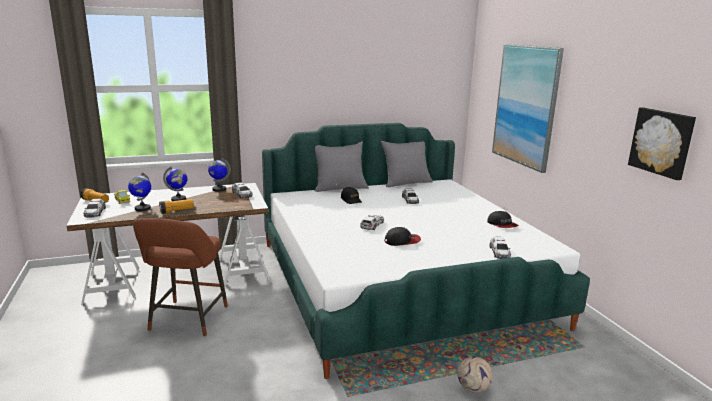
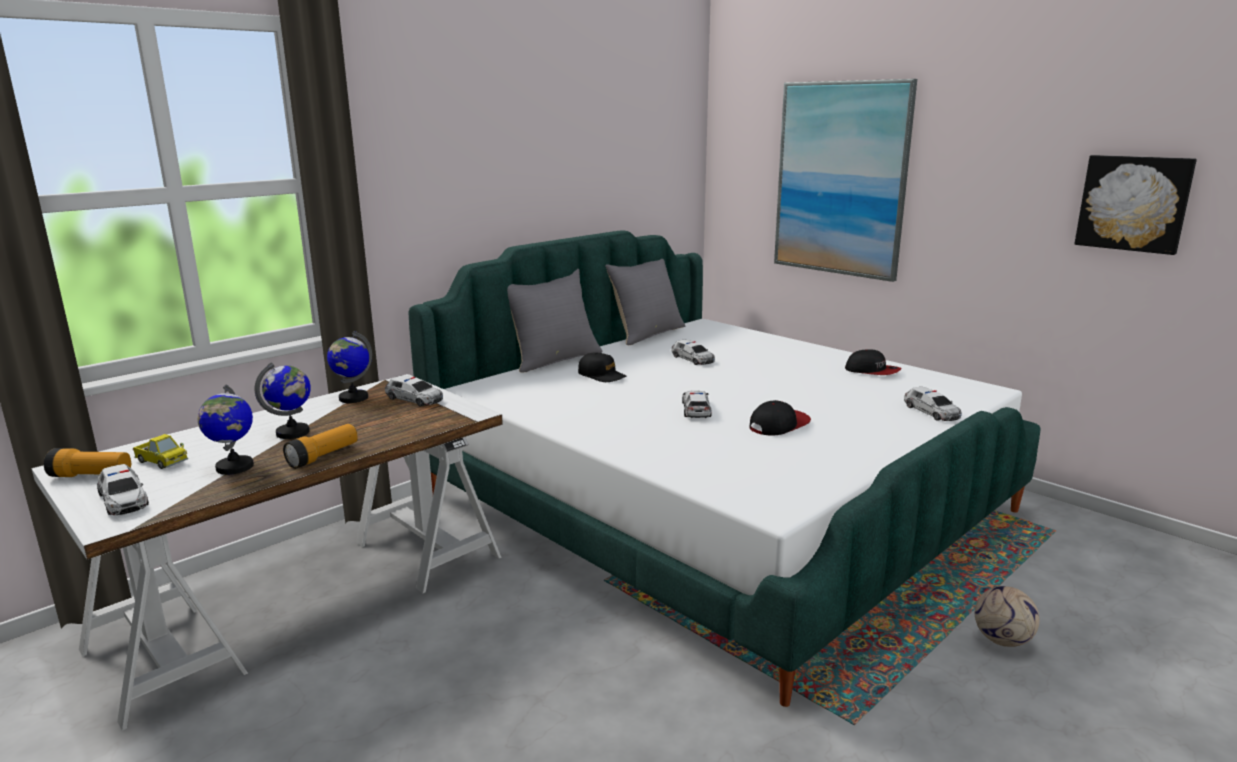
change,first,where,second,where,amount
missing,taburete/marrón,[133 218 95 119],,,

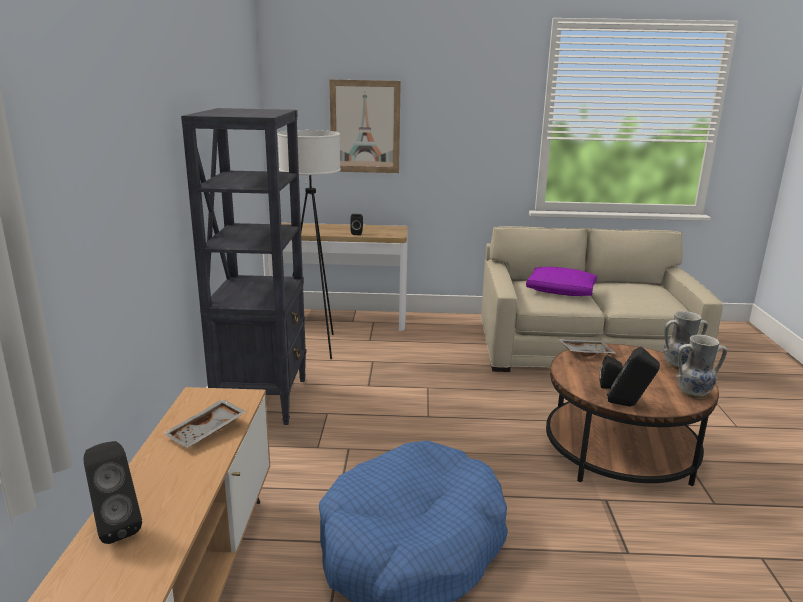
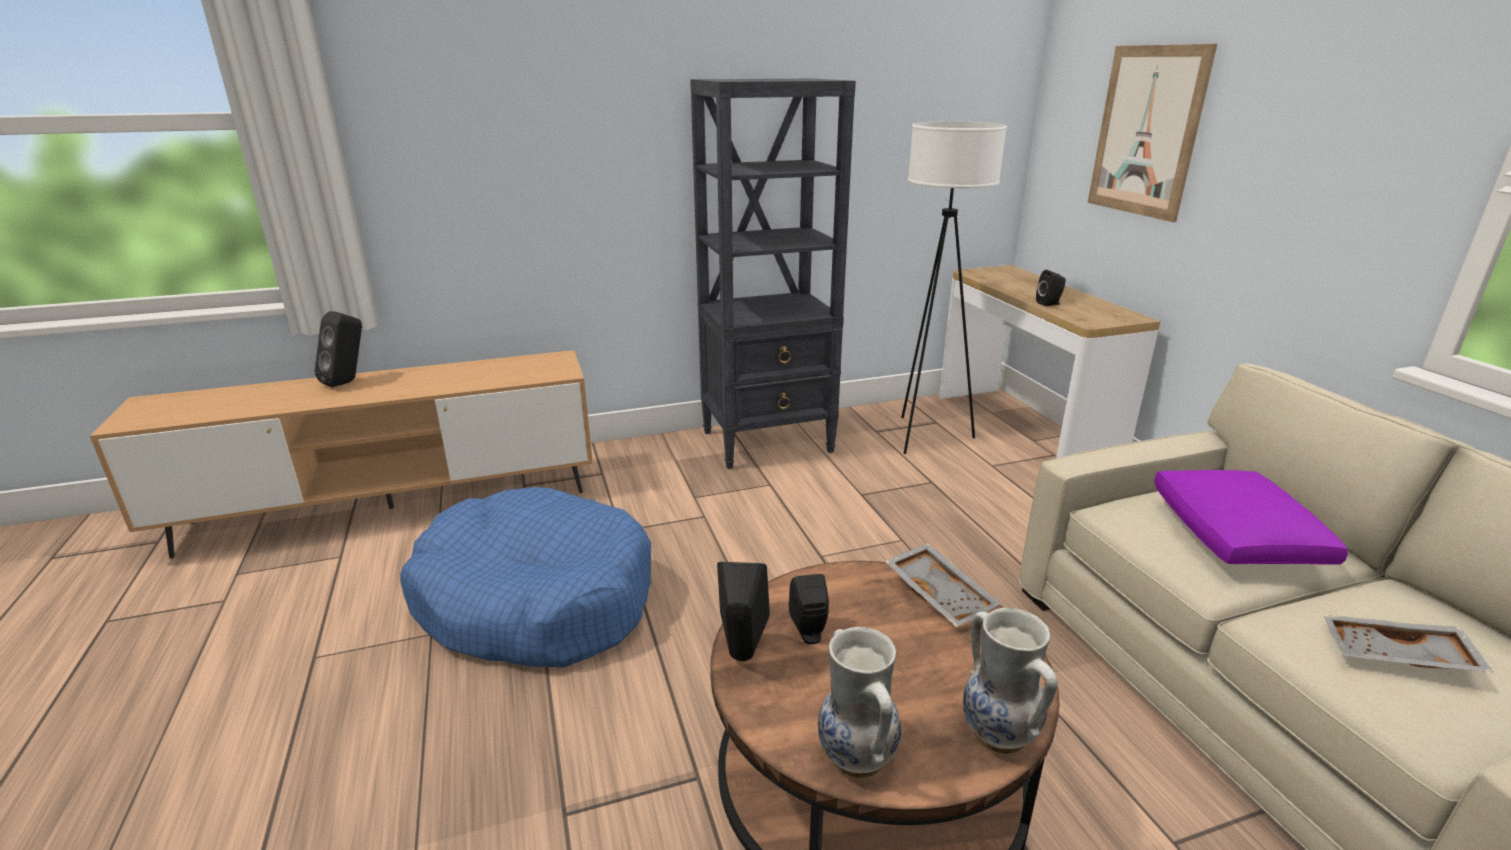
change,first,where,second,where,amount
relocated,bandeja/gris,[163 399 83 49],,[1323 615 170 57],

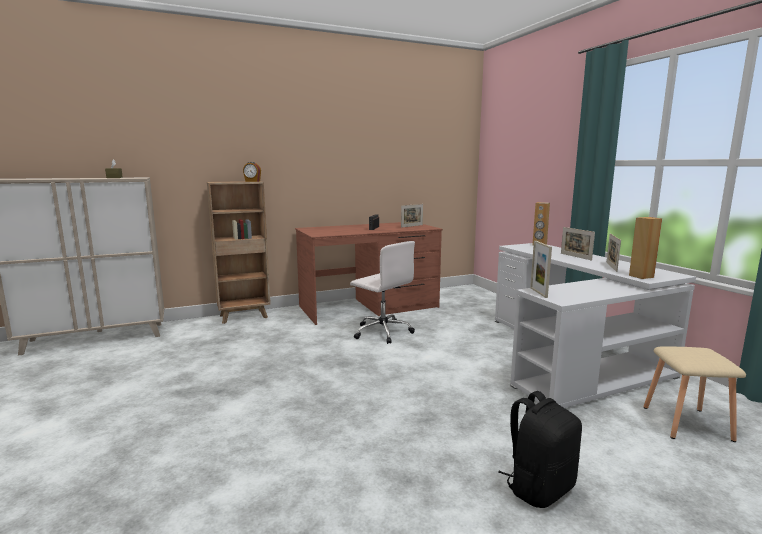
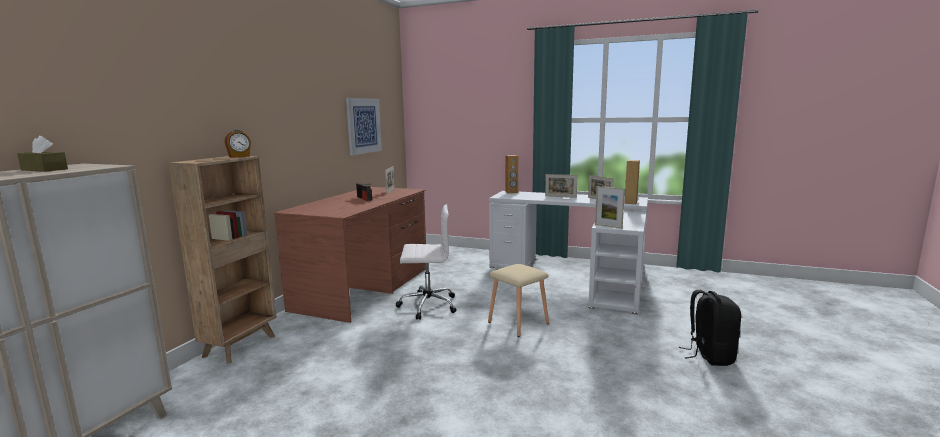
change,first,where,second,where,amount
relocated,taburete/beis,[643 346 103 96],,[488 264 61 73],
appeared,,,cuadro,[346 98 36 57],

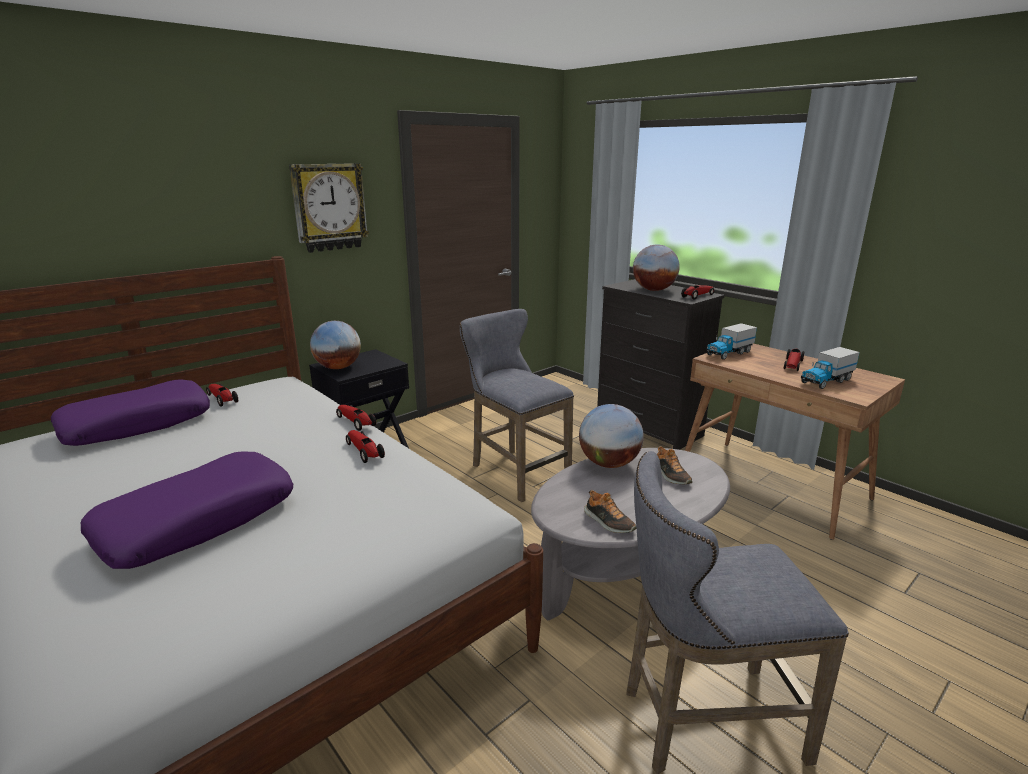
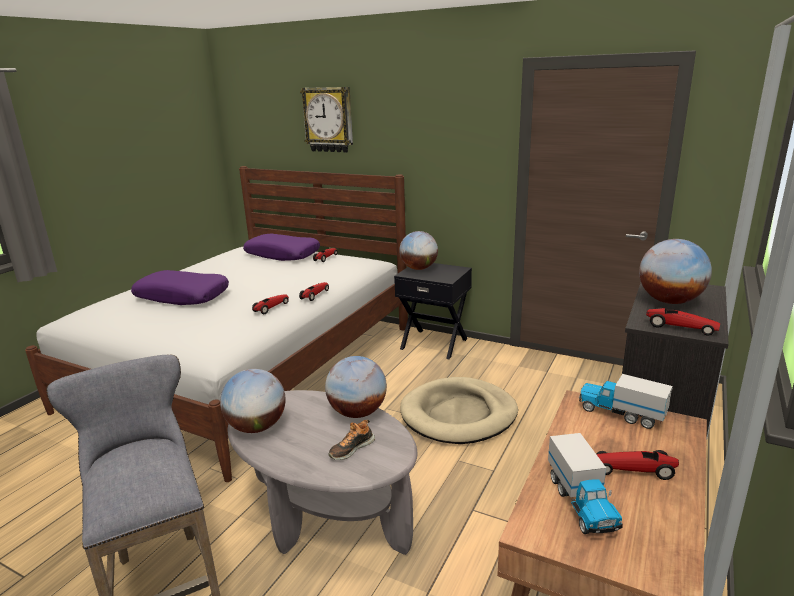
change,first,where,second,where,amount
relocated,reloj de pared,[289 163 80 90],,[300 87 53 66],
exchanged,taburete/gris,[460 309 114 193],cama para perro/beis,[400 377 118 67],
spun,camión de juguete,[801 347 59 42],,[548 433 75 101],135 degrees counterclockwise
exchanged,zapato,[584 490 53 43],globo terráqueo,[220 369 66 64],

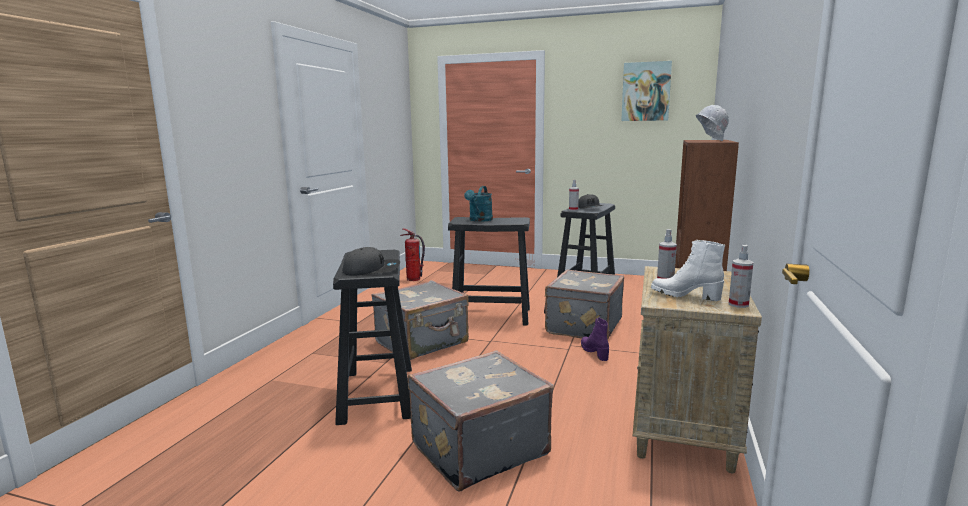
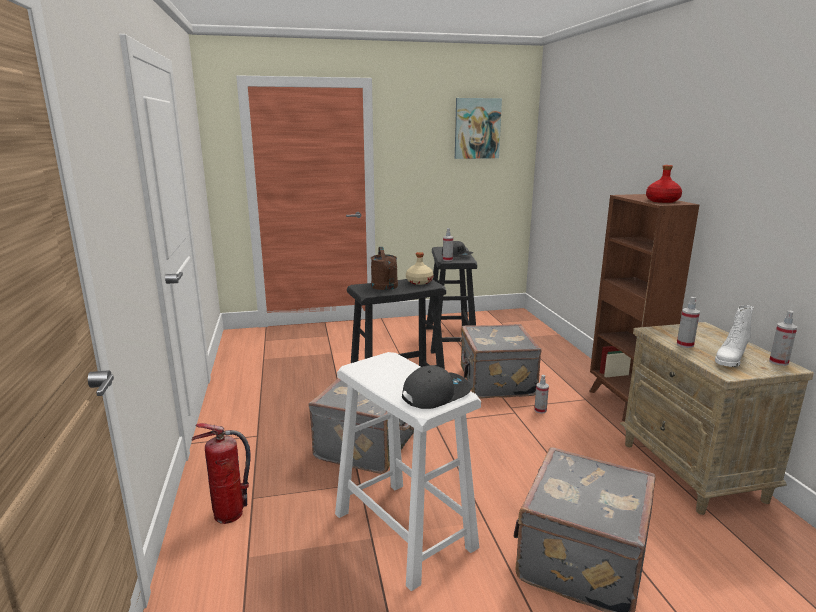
change,first,where,second,where,amount
exchanged,casco/blanco,[696 105 33 36],botella/rojo,[646 165 36 38],
colour,regadera/turquesa,[464 186 29 36],regadera/marrón,[371 247 27 43],
relocated,extintor,[400 228 25 53],,[192 423 59 101],
spun,bota/blanco,[651 240 74 61],,[715 305 39 62],45 degrees counterclockwise
colour,taburete/negro,[333 250 79 175],taburete/blanco,[335 352 146 239],
exchanged,bota/morado,[581 318 28 43],pulverizador,[534 375 15 39],
appeared,,,botella/beis,[406 252 27 33],

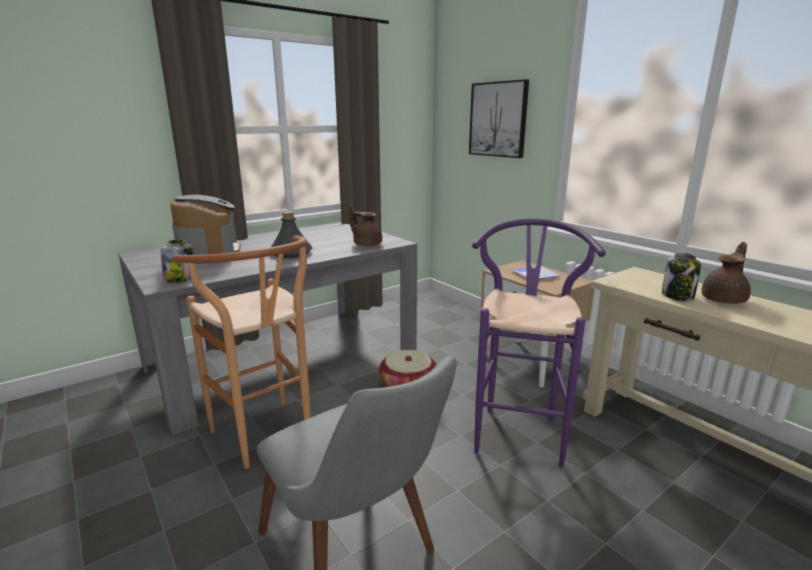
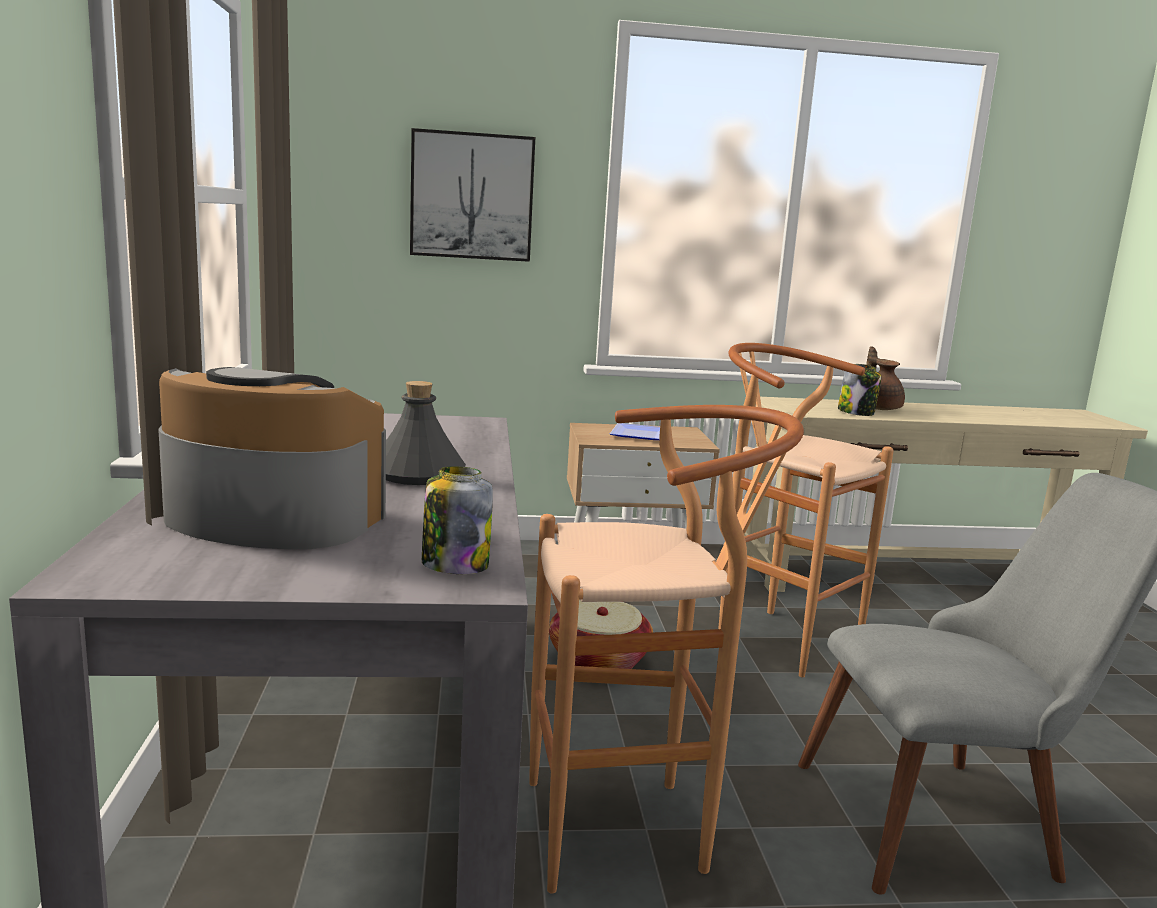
change,first,where,second,where,amount
missing,tetera/marrón,[349 204 33 43],,,
colour,taburete/morado,[472 218 134 250],taburete/marrón,[718 343 175 334],

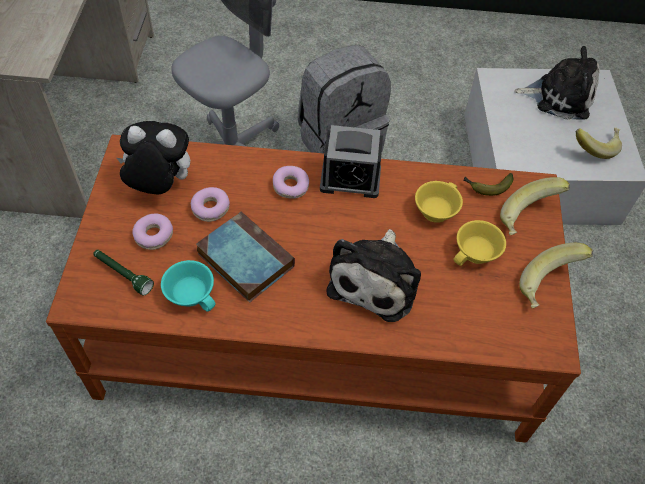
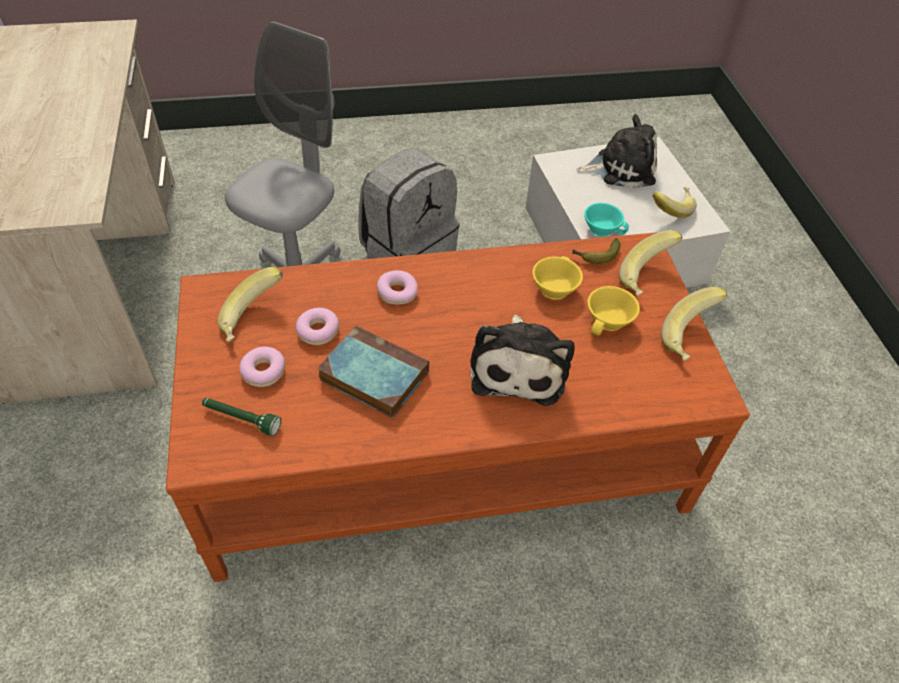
change,first,where,second,where,amount
exchanged,peluche,[117 121 73 73],plátano,[218 267 65 75],
missing,despertador,[320 125 63 73],,,
relocated,taza/turquesa,[161 260 55 51],,[584 203 45 33],

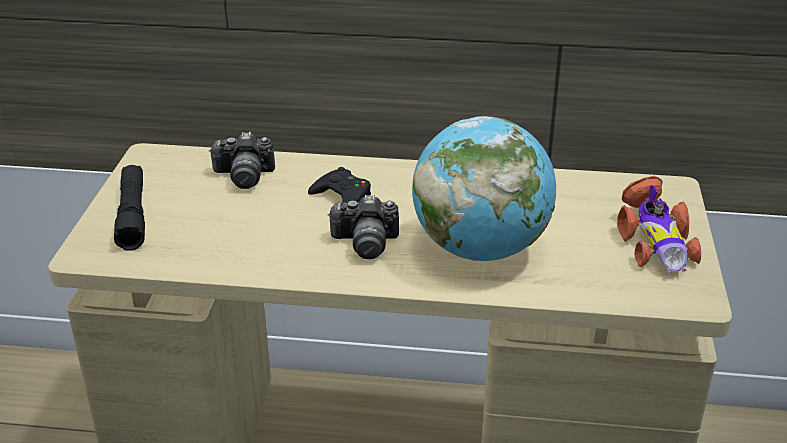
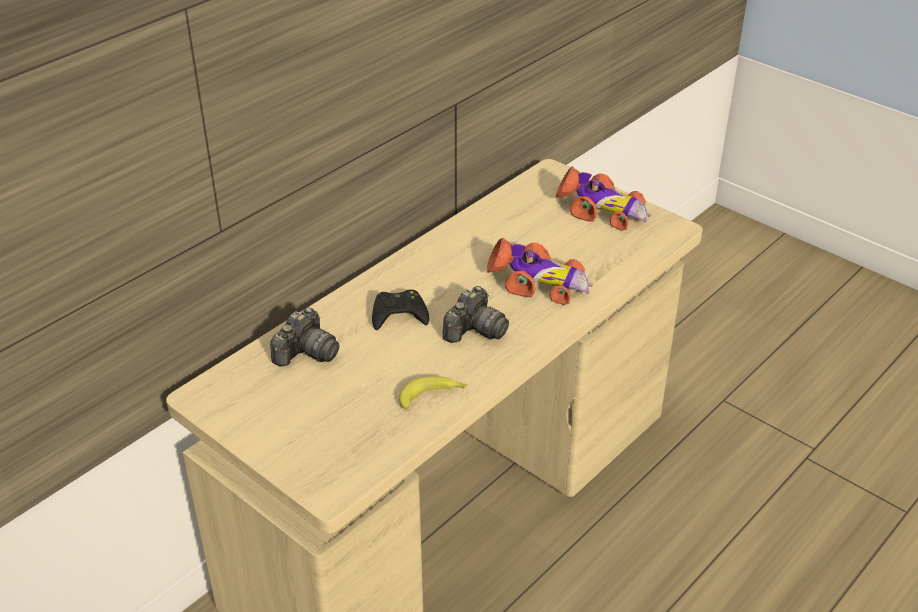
change,first,where,second,where,amount
exchanged,globo terráqueo,[412 116 144 145],coche de juguete,[487 238 106 67],
missing,linterna/negro,[114 165 31 86],,,
appeared,,,plátano,[399 376 69 33],

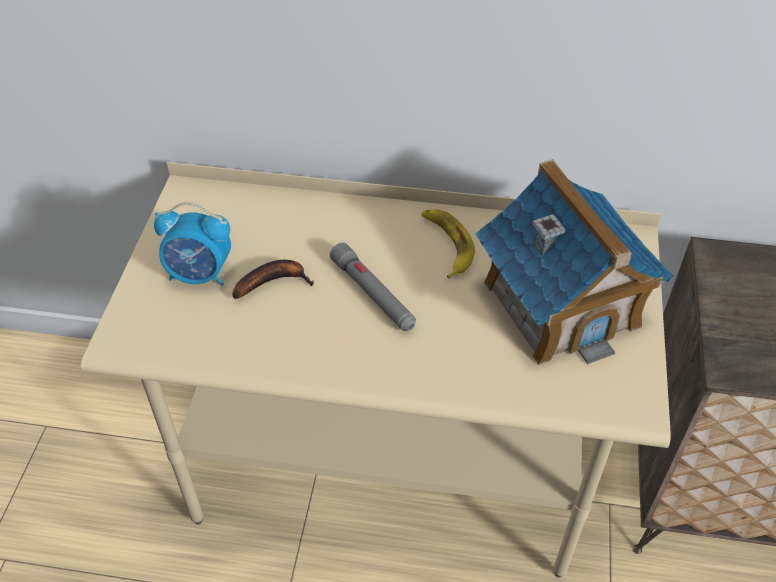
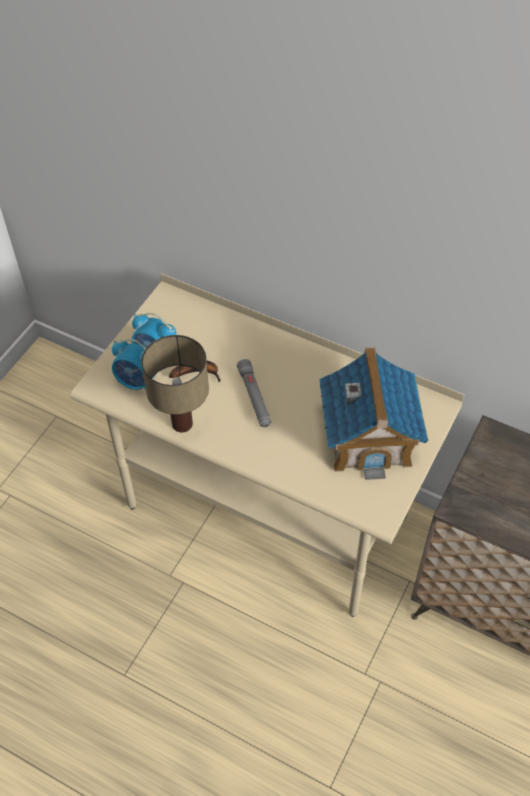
change,first,where,second,where,amount
missing,plátano,[421 209 54 69],,,
appeared,,,lámpara de mesa,[141 335 68 98],
appeared,,,despertador,[112 339 44 51],

